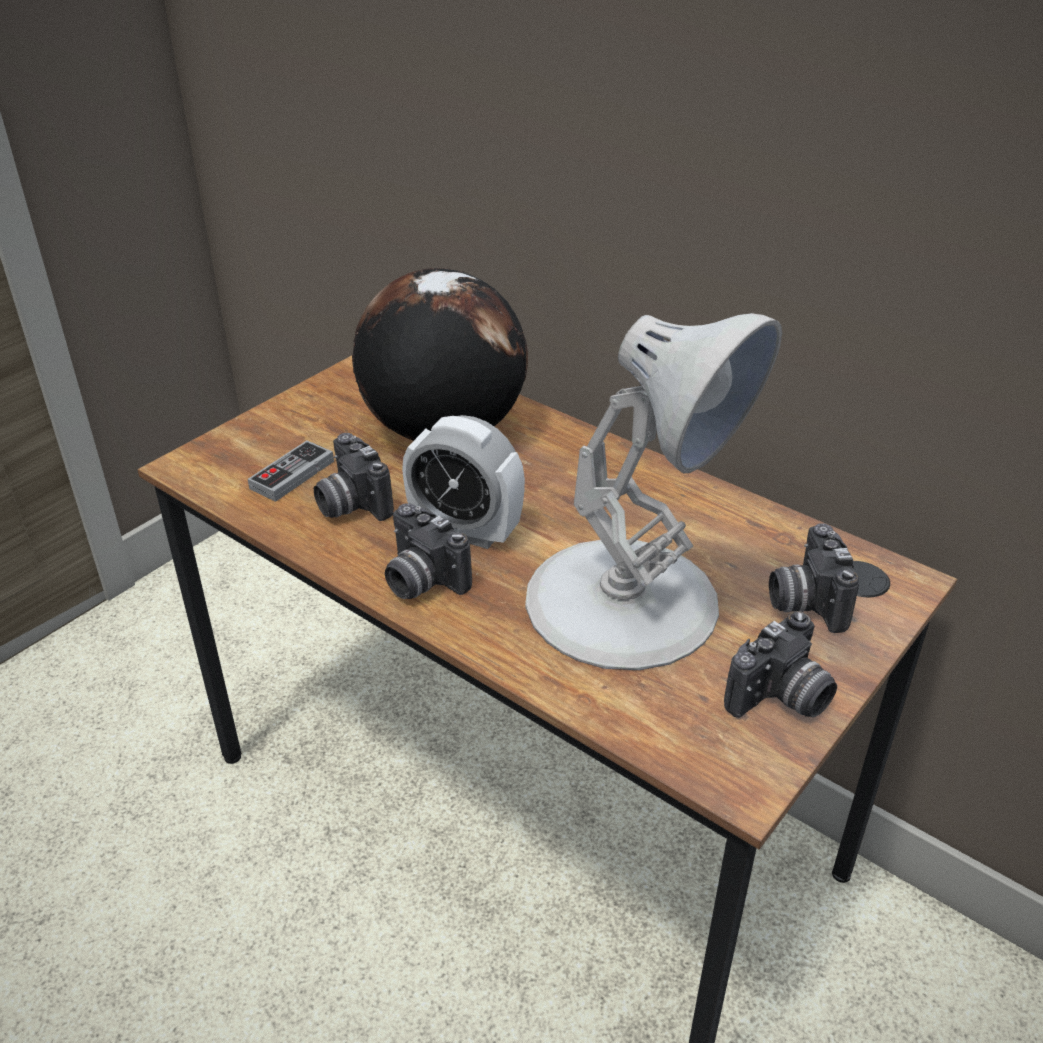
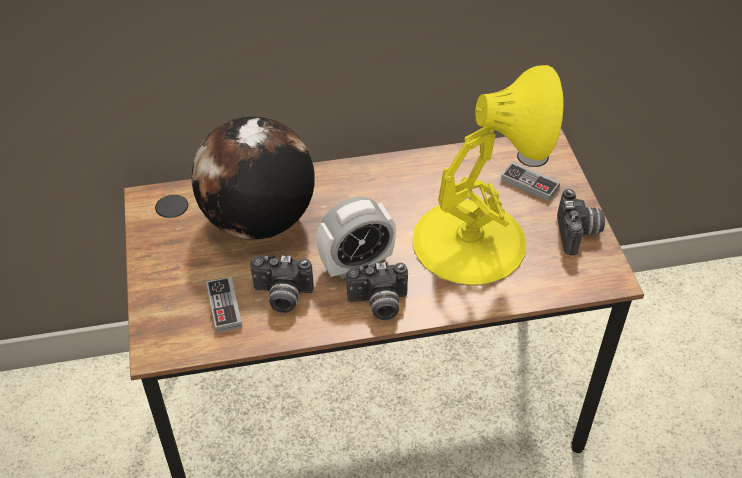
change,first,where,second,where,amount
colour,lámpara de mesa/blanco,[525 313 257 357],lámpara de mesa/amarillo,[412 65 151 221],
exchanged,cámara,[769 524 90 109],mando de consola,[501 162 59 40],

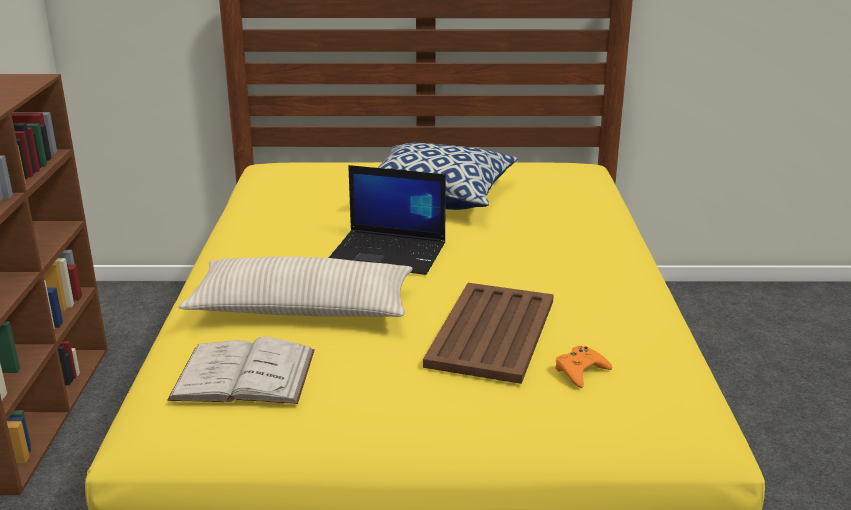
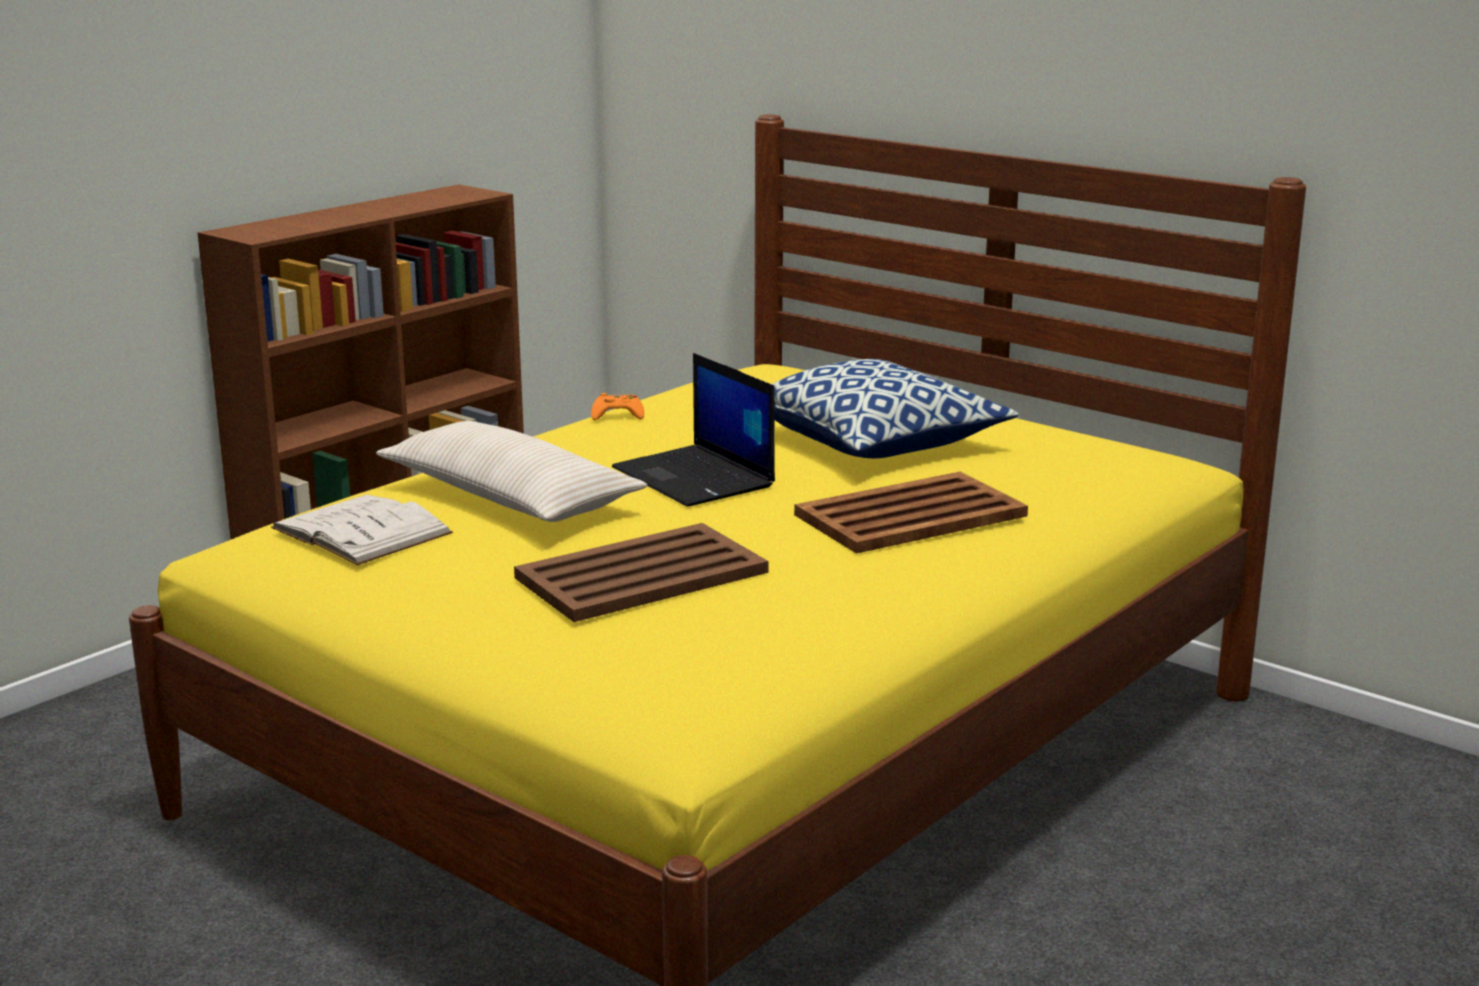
change,first,where,second,where,amount
relocated,mando de consola/naranja,[555 346 57 42],,[591 393 54 27],
appeared,,,bandeja/marrón,[794 472 234 82],

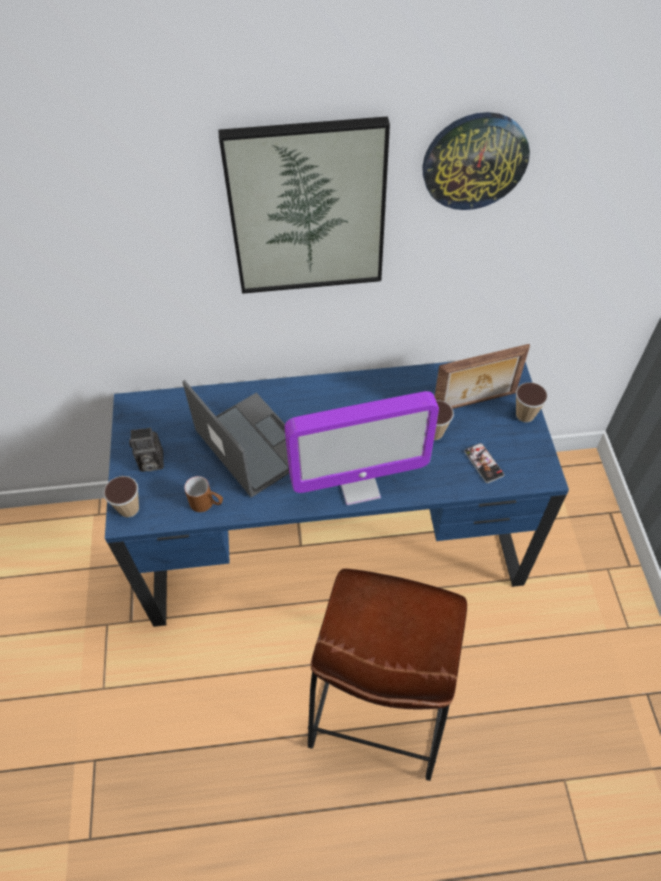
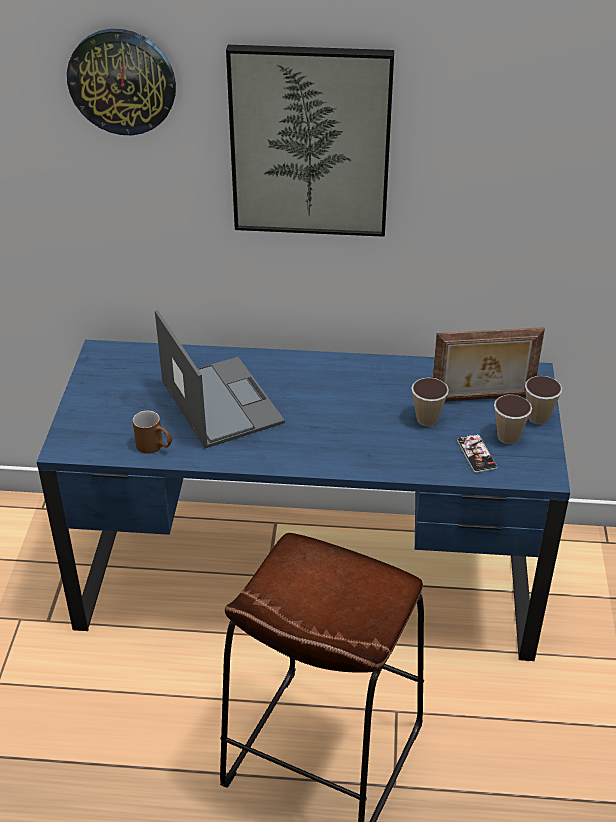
change,first,where,second,where,amount
relocated,reloj de pared,[423 112 107 98],,[67 29 109 106],
missing,monitor,[285 391 154 114],,,
missing,cámara,[129 428 35 44],,,
relocated,taza,[103 476 36 42],,[494 395 38 49],

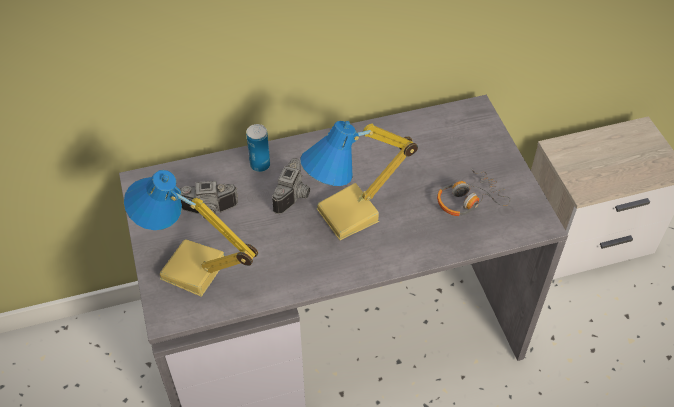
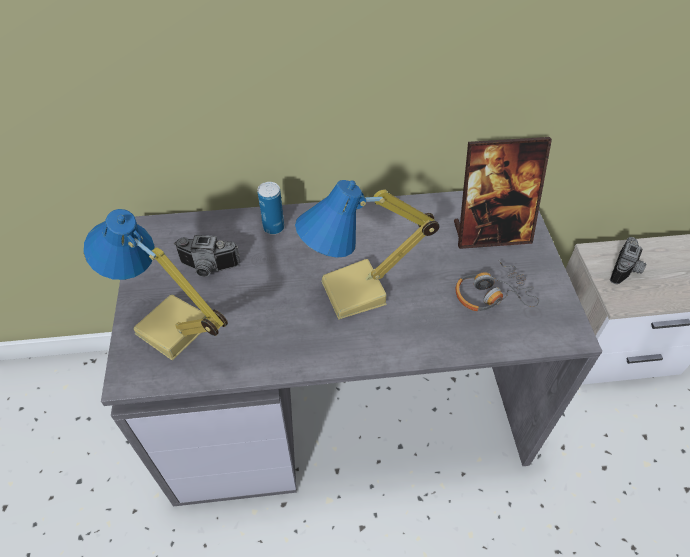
change,first,where,second,where,amount
relocated,cámara,[272 158 38 56],,[610 237 36 47],
appeared,,,portarretratos,[454 137 98 112],

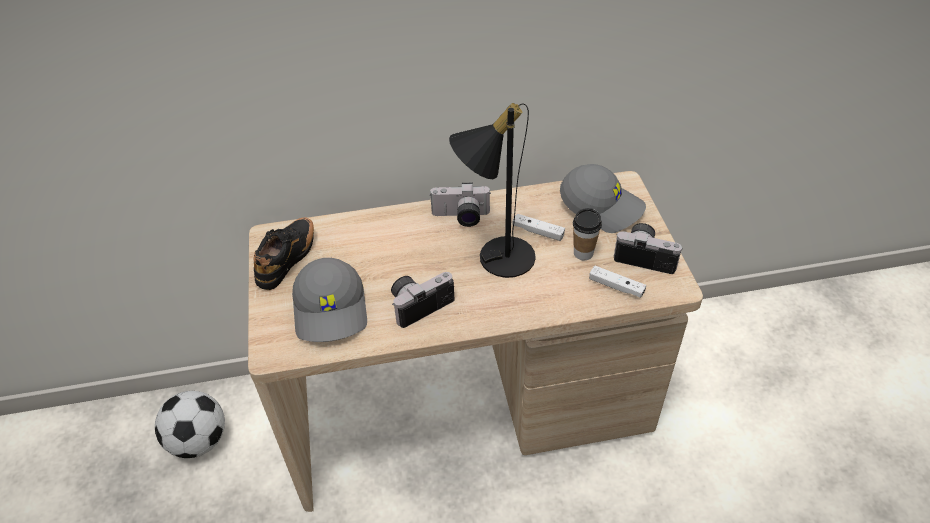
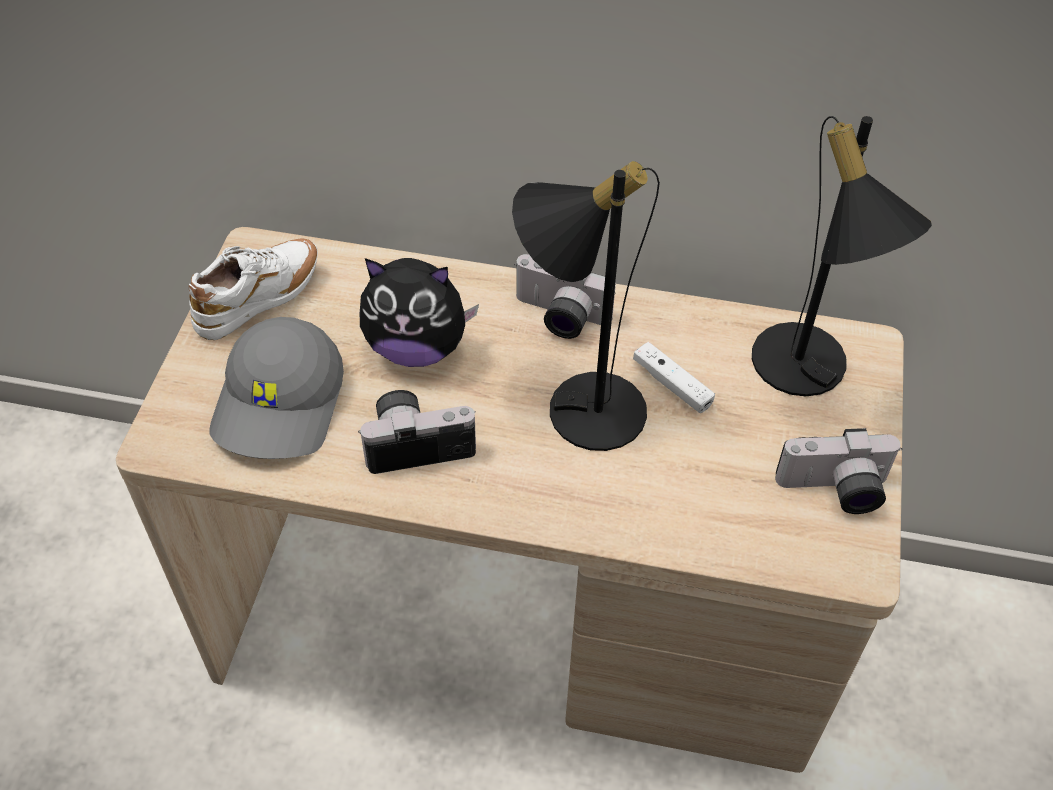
change,first,where,second,where,amount
exchanged,gorra/gris,[560 164 86 69],lámpara de mesa/negro,[752 116 180 280],
missing,taza,[573 208 29 52],,,
colour,zapato/negro,[253 217 61 73],zapato/blanco,[189 238 129 102],
spun,cámara,[614 223 69 51],,[775 428 127 86],135 degrees clockwise
missing,mando de consola/blanco,[589 266 57 32],,,
missing,balón de fútbol,[155 391 70 67],,,
appeared,,,peluche,[360 258 119 109],

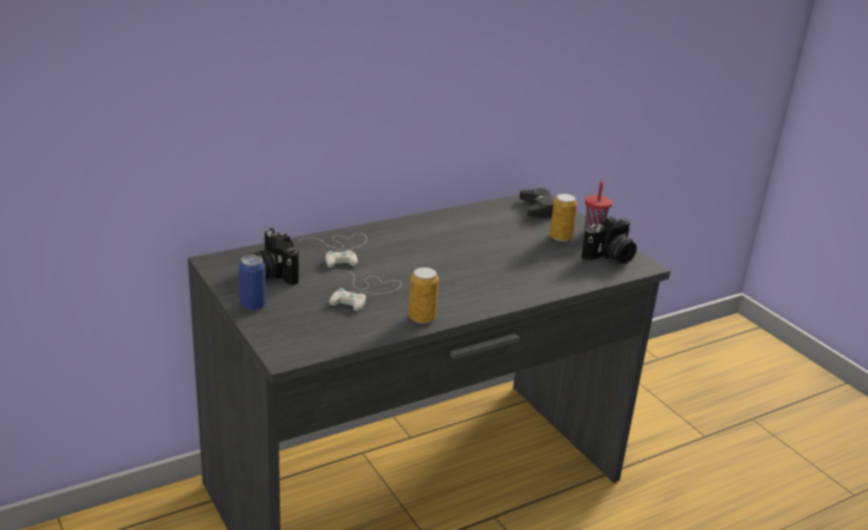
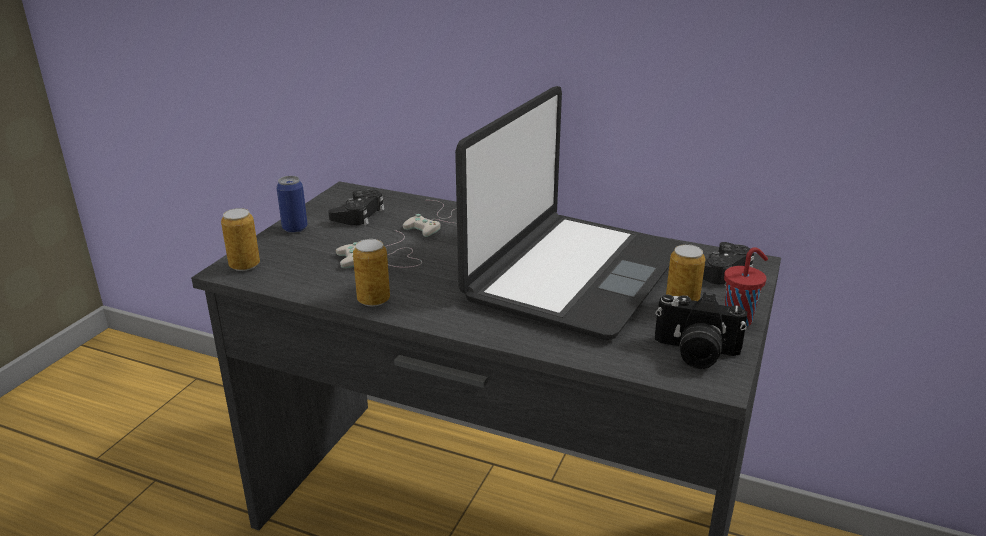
change,first,where,second,where,amount
exchanged,cámara,[251 228 48 57],mando de consola/negro,[328 189 57 37],
appeared,,,portátil,[455 86 228 254],
appeared,,,lata,[221 208 39 63],

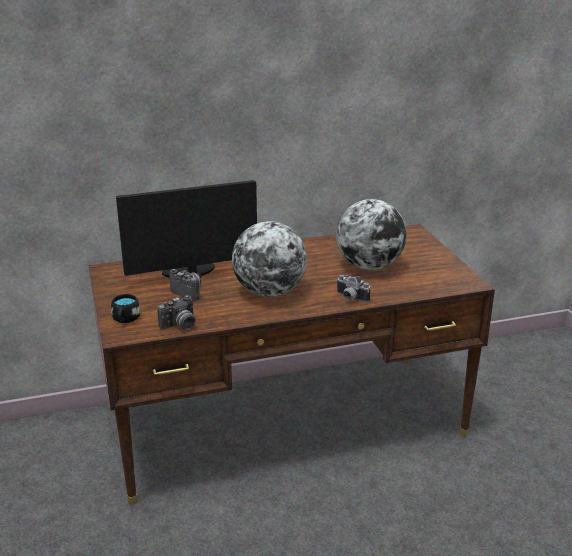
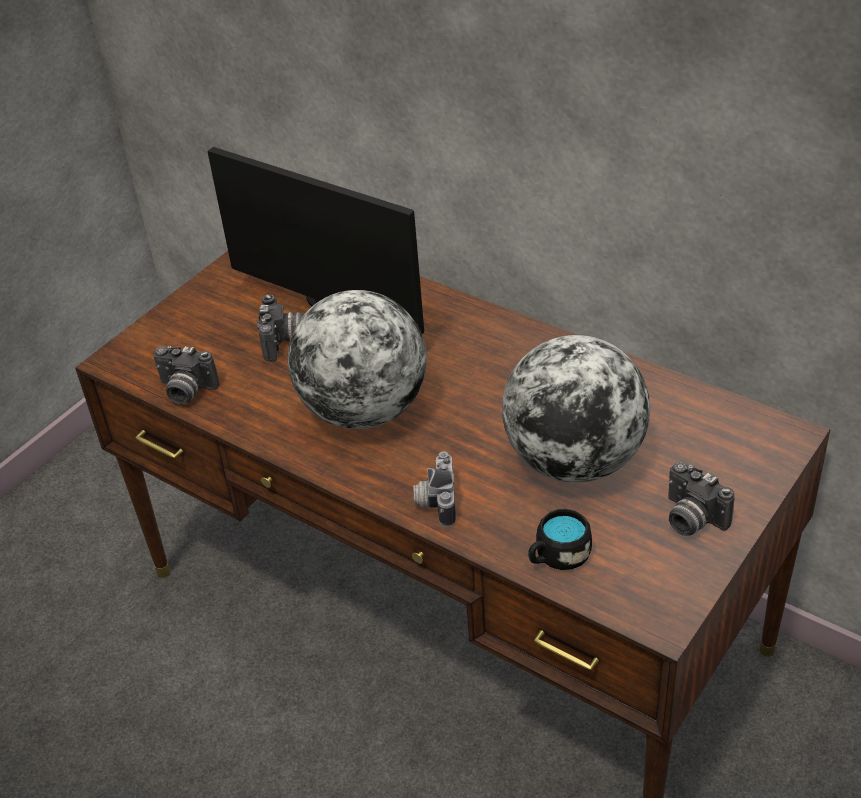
change,first,where,second,where,amount
relocated,taza grande/negro,[111 294 29 29],,[528 509 64 61],
appeared,,,cámara,[668 462 67 74],

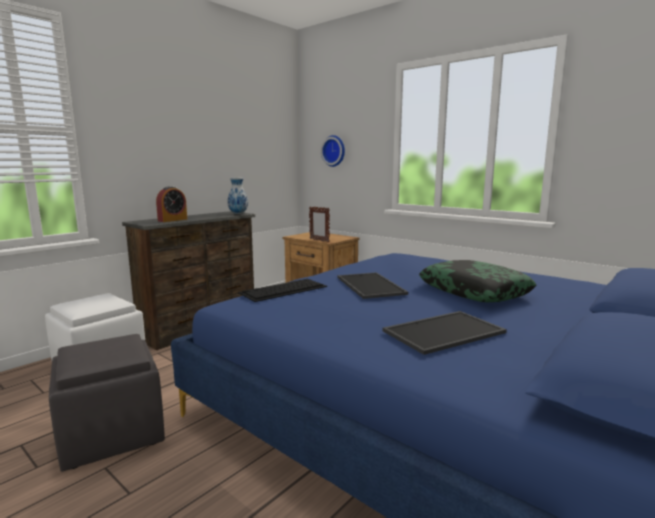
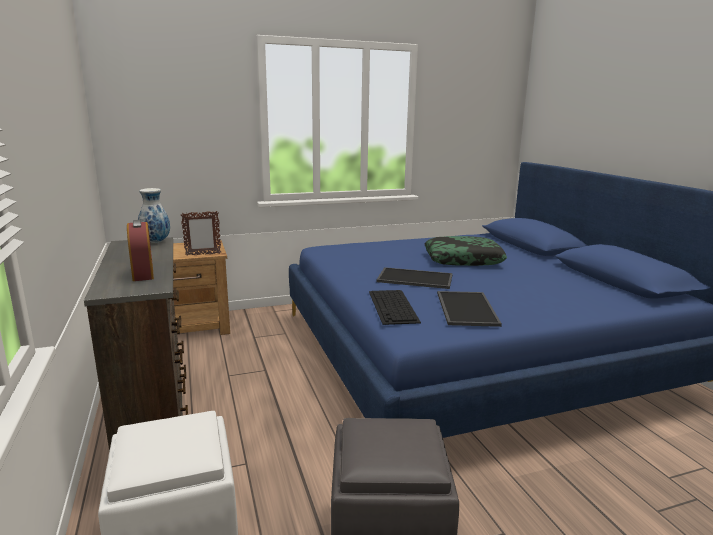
change,first,where,second,where,amount
missing,reloj de pared,[321 135 24 32],,,
relocated,bandeja,[382 311 125 44],,[437 291 65 36],

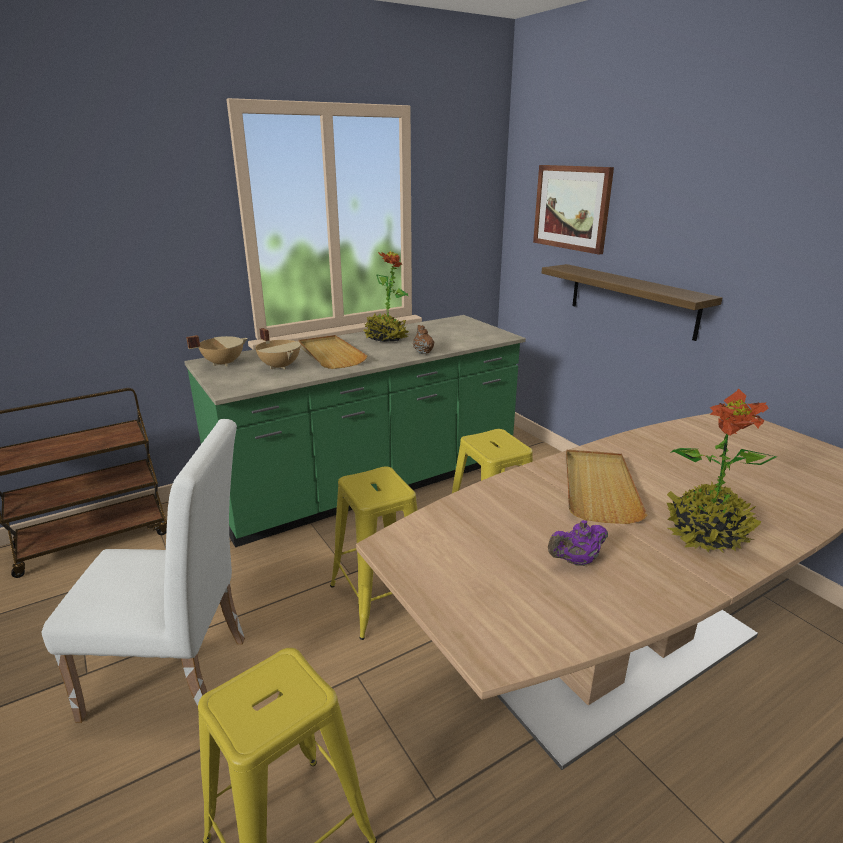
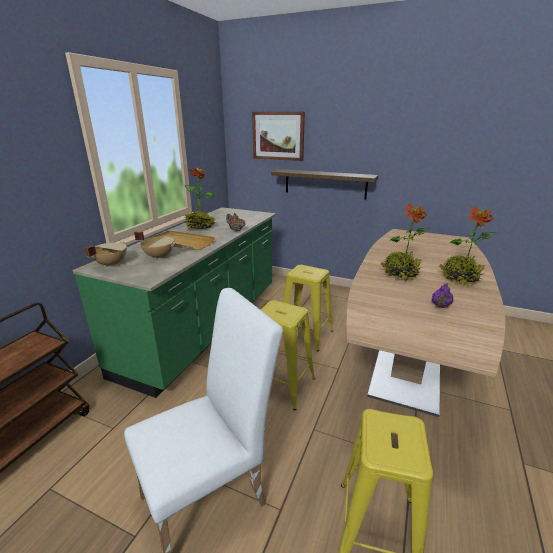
change,first,where,second,where,amount
exchanged,bandeja/beis,[566 450 81 74],planta en maceta,[381 204 48 78],

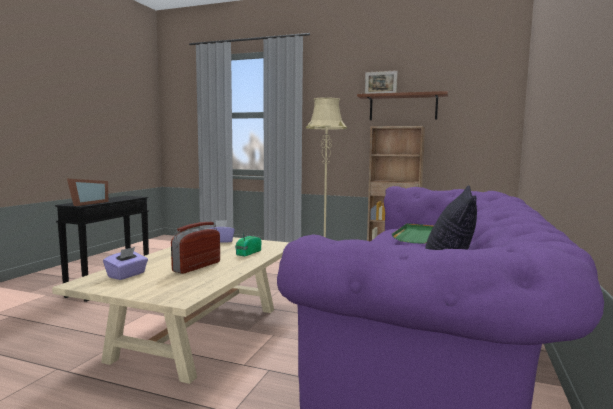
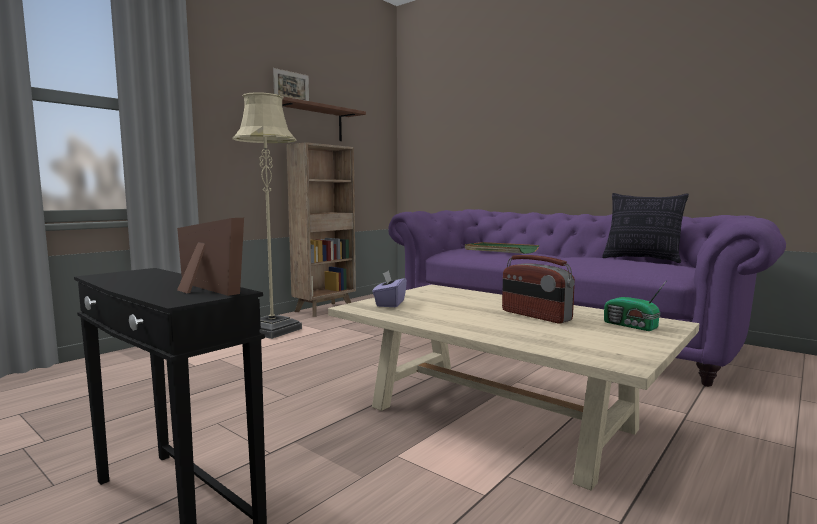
change,first,where,second,where,amount
relocated,radio,[236 230 25 27],,[604 282 62 49],
missing,caja de pañuelos/morado,[103 247 45 33],,,

